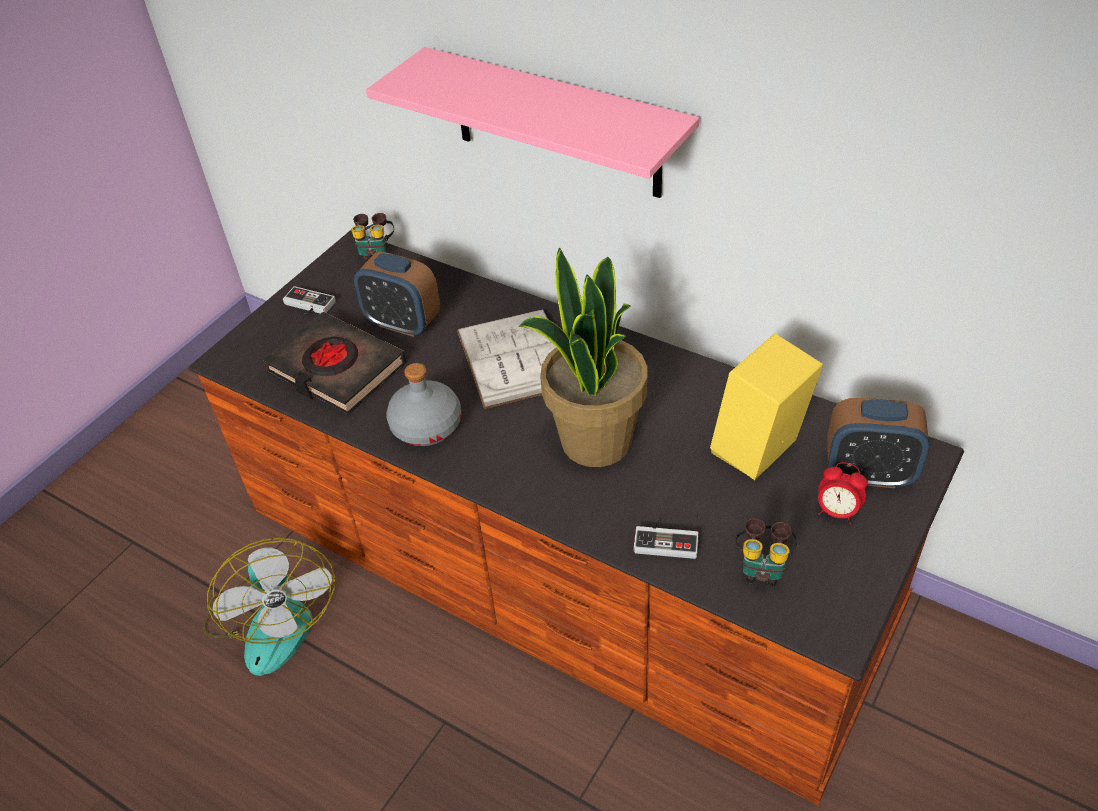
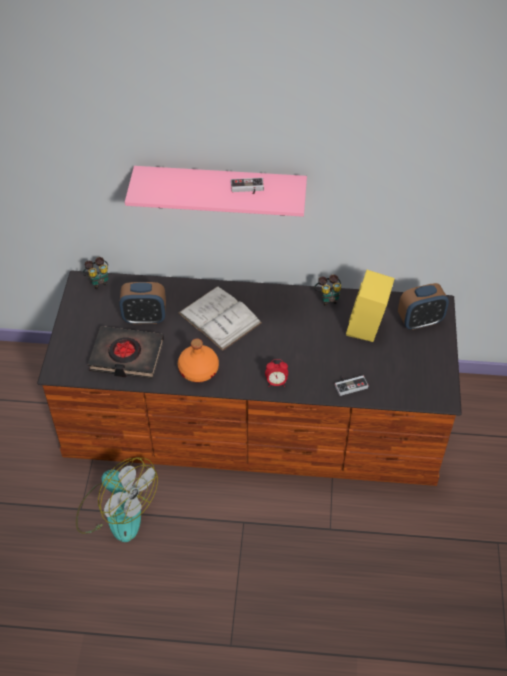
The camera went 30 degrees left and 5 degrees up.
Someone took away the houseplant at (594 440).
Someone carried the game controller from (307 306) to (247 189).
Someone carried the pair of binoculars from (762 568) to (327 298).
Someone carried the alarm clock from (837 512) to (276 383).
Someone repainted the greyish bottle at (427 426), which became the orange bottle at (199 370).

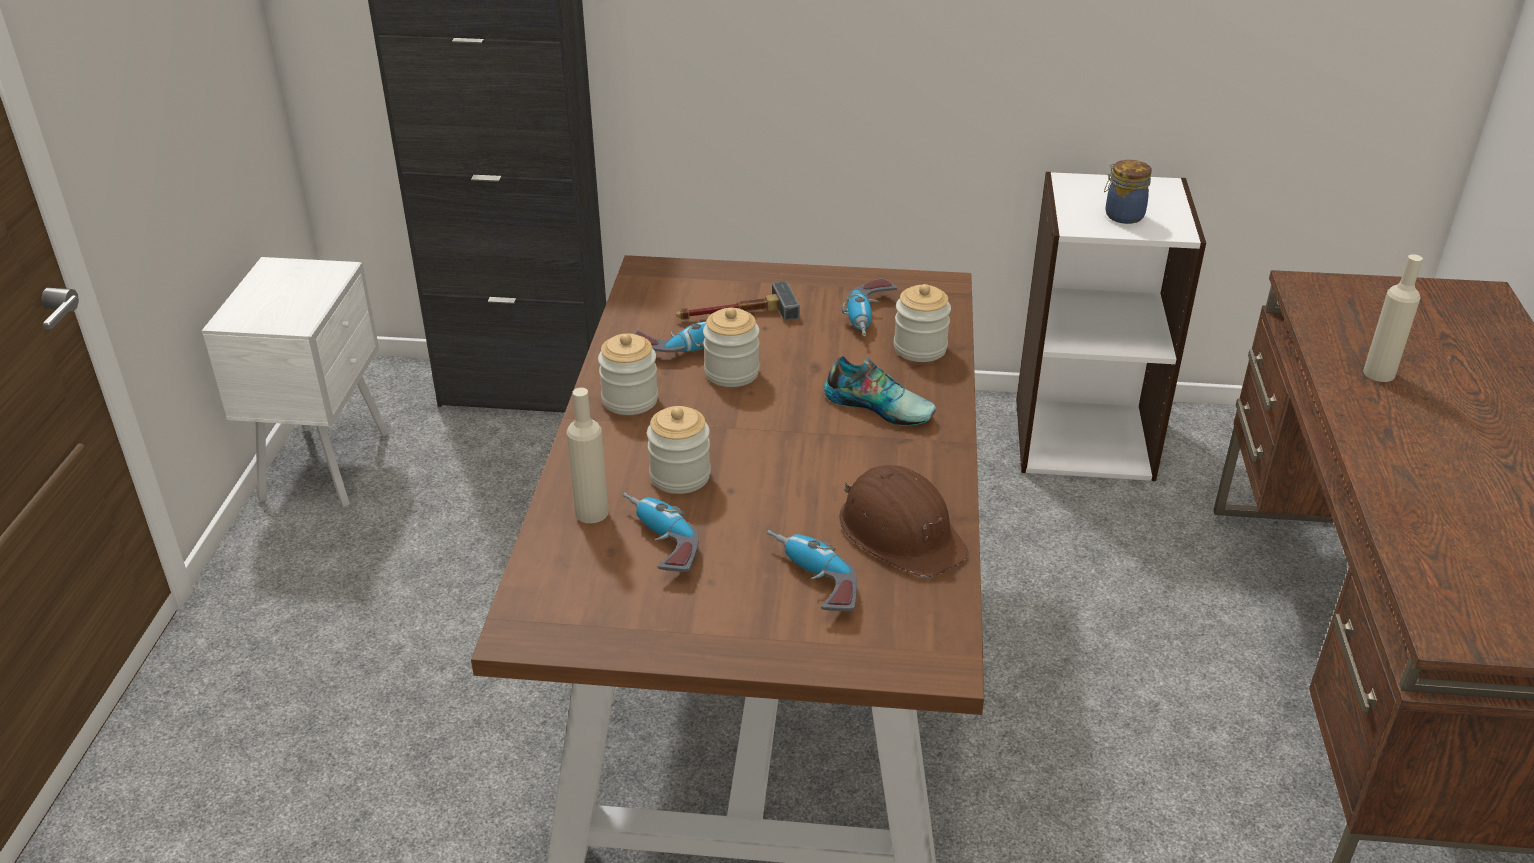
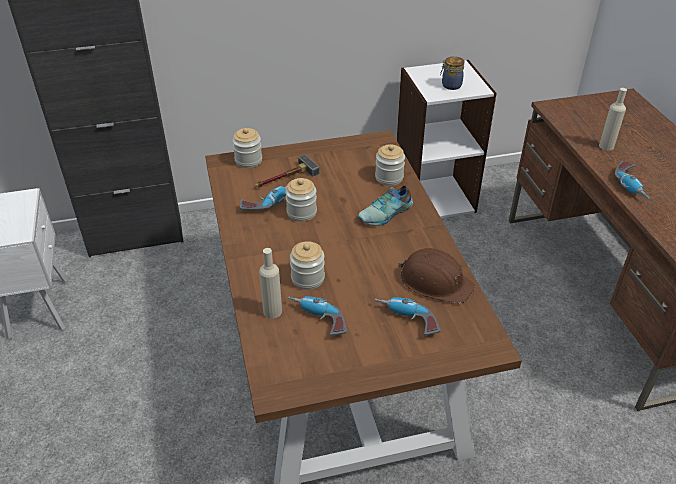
The camera went 20 degrees left and 5 degrees up.
Someone carried the jar from (630 400) to (248 160).
Someone carried the power drill from (870 318) to (631 186).
Someone rotated the low shoe at (879 405) by 135 degrees clockwise.

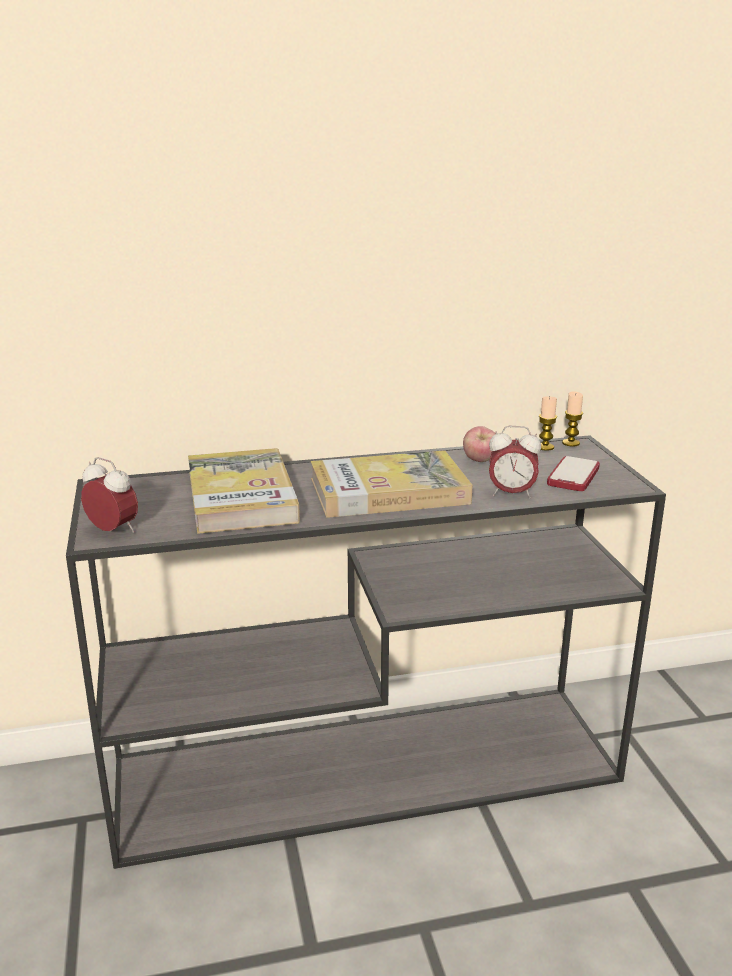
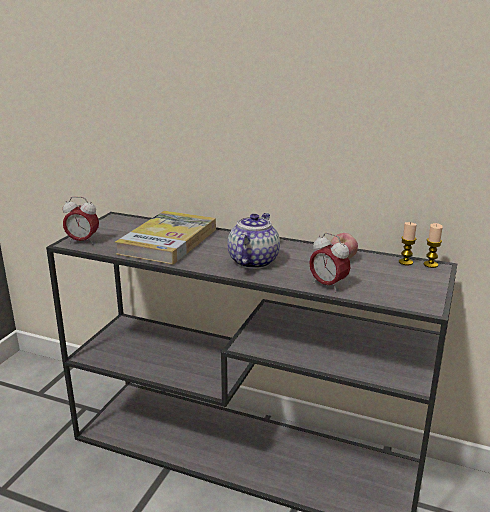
The camera went 35 degrees right and 0 degrees up.
Someone took away the phone at (573 476).
Someone swapped the volume at (389 491) for the tea pot at (253 261).
Someone rotated the alarm clock at (113 531) by 120 degrees clockwise.

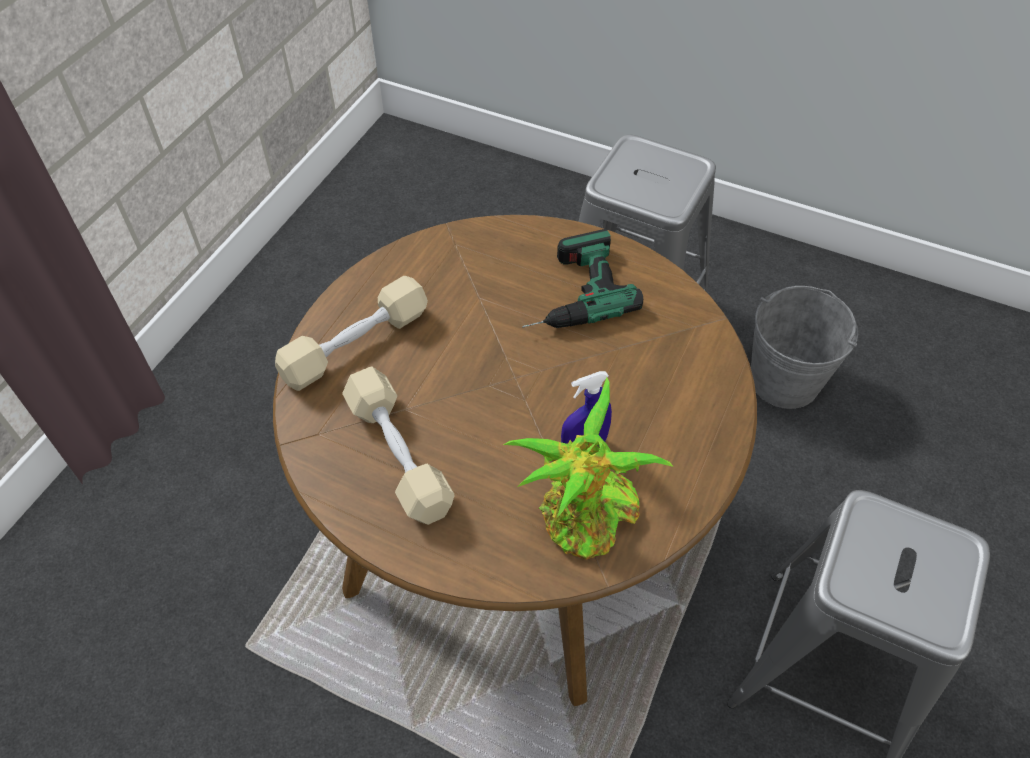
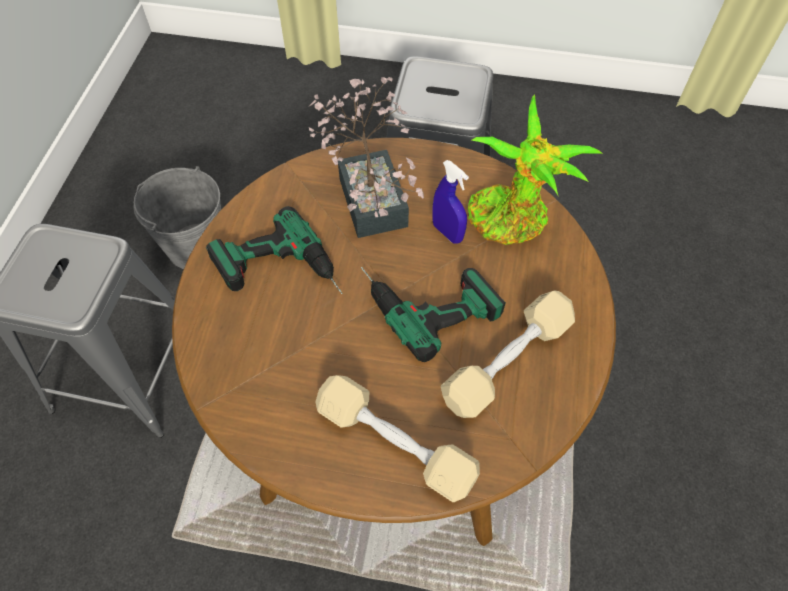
The camera went 105 degrees left and 5 degrees up.
Someone put down the houseplant at (371 194).
Someone put down the power drill at (426 298).

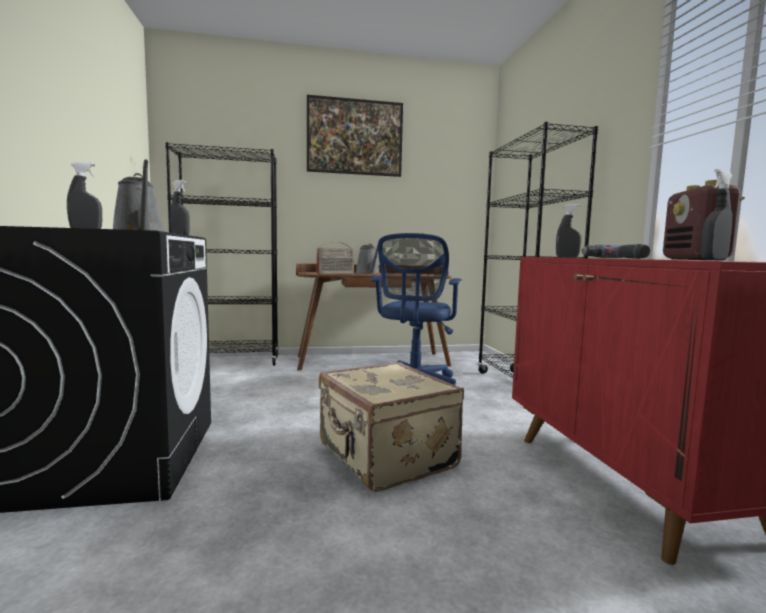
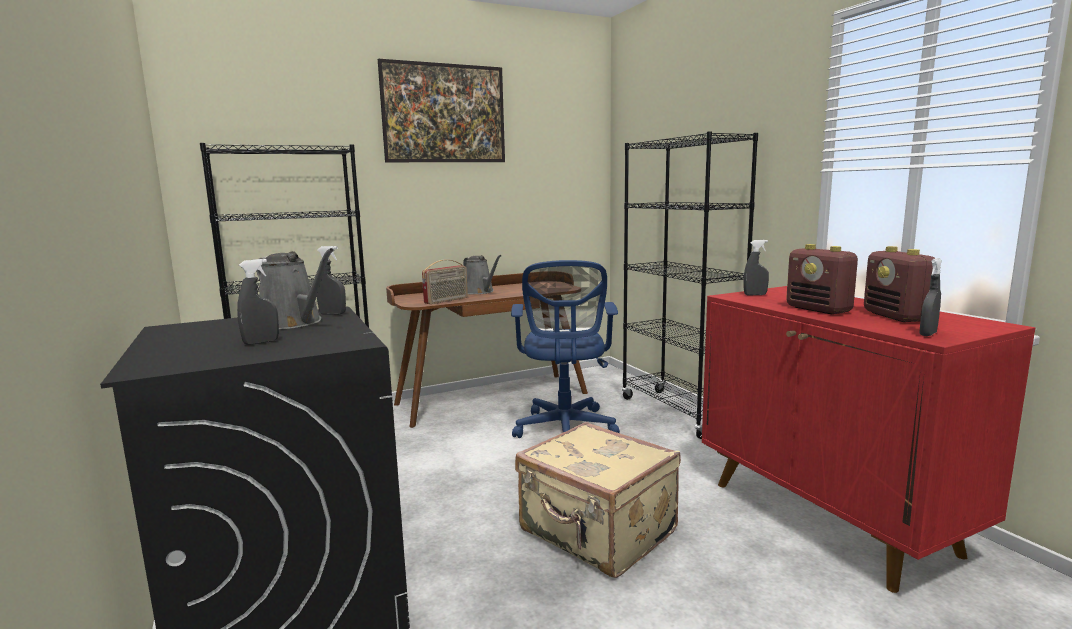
The camera went 15 degrees left and 5 degrees up.
Someone swapped the power drill at (615 258) for the radio receiver at (819 310).

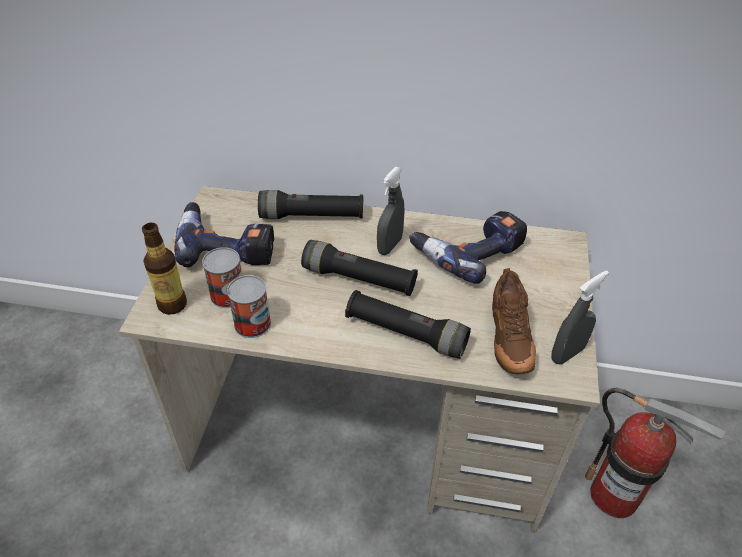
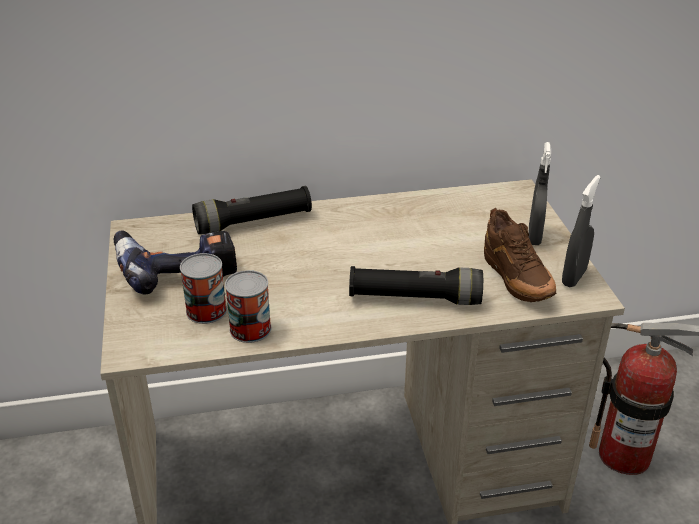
The camera went 20 degrees left and 10 degrees down.
Someone took away the bottle at (172 304).
Someone took away the black-coloured hand torch at (359 279).
Someone took away the power drill at (468 252).
Someone carried the greyish spray bottle from (389 246) to (534 236).

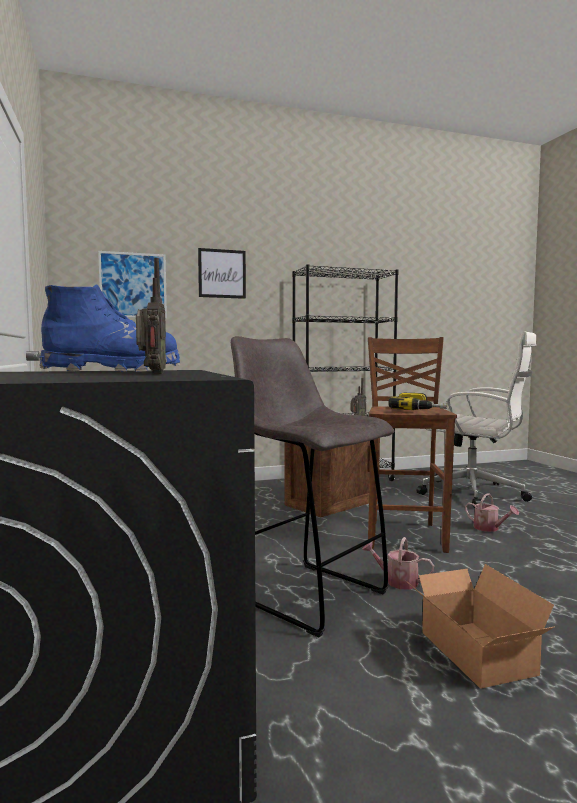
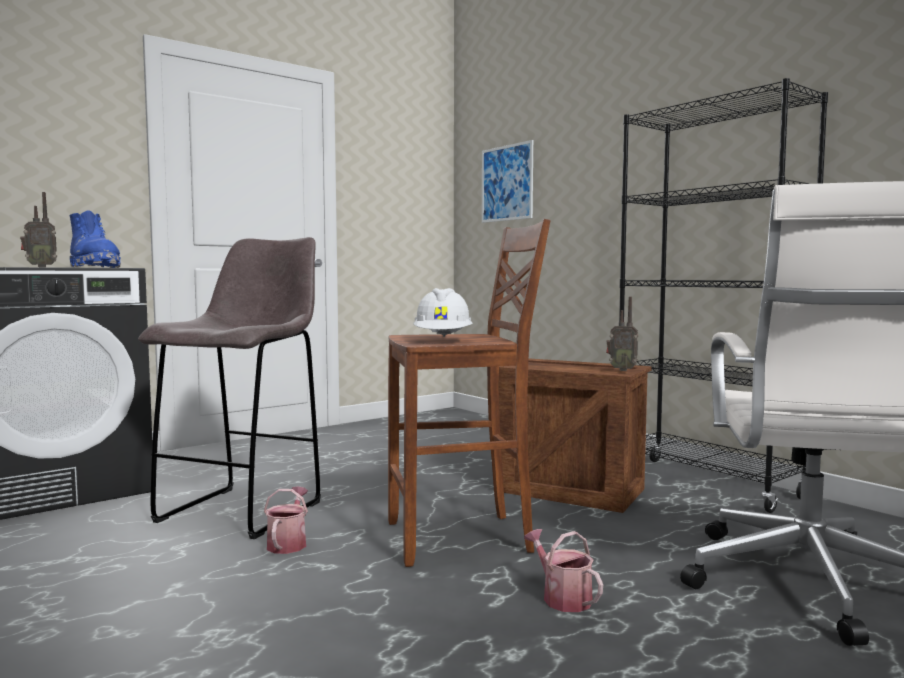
The camera went 70 degrees right and 0 degrees up.
Someone took away the picture at (222 273).
Someone took away the packing box at (474 655).
Someone swapped the power drill at (420 410) for the whitish safety helmet at (443 340).
Someone rotated the sprinkling can at (489 528) by 120 degrees clockwise.

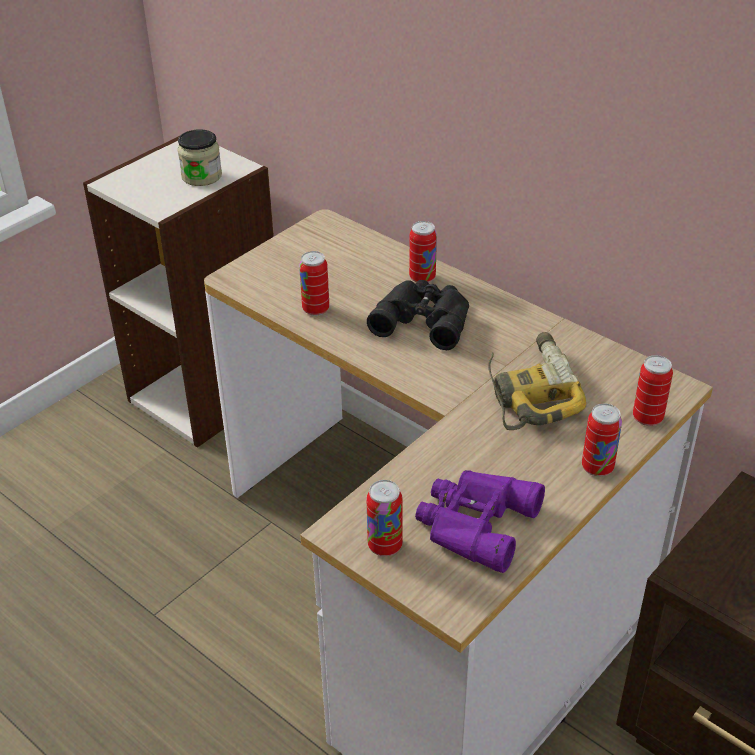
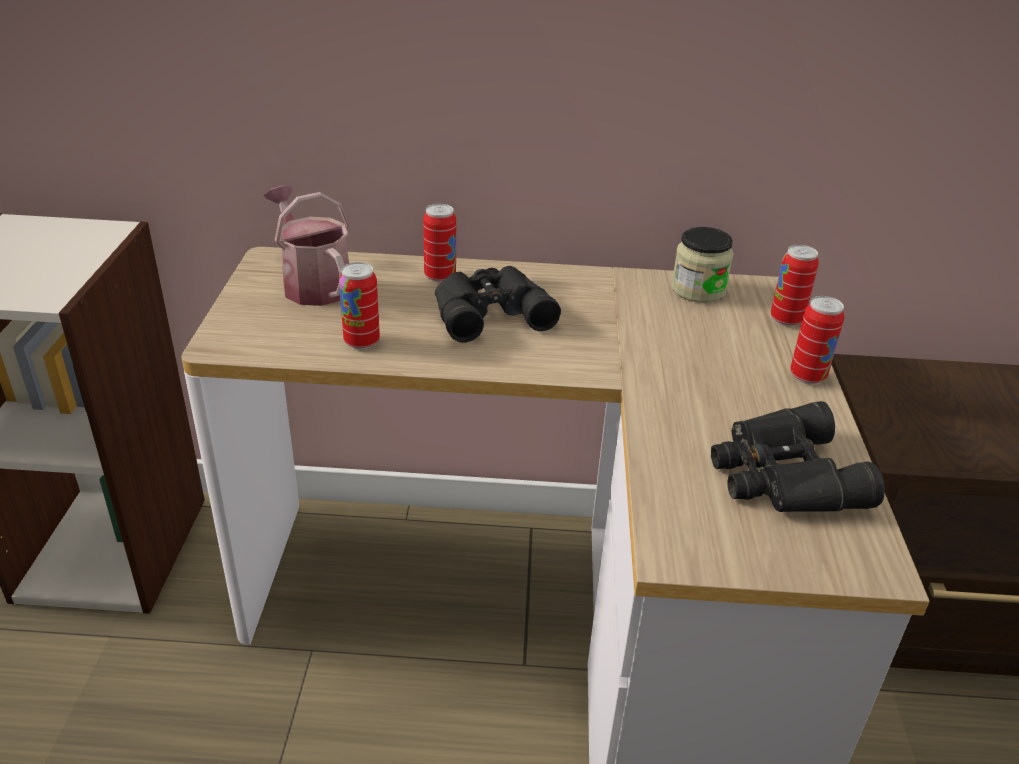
The camera went 40 degrees left and 5 degrees down.
Someone took away the metal can at (385 546).
Someone took away the power drill at (529 391).
Someone put down the sprinkling can at (313 283).
Someone carried the jar from (201 176) to (698 290).
Someone repainted the purple pair of binoculars at (473 523), which became the black-coloured pair of binoculars at (782 476).

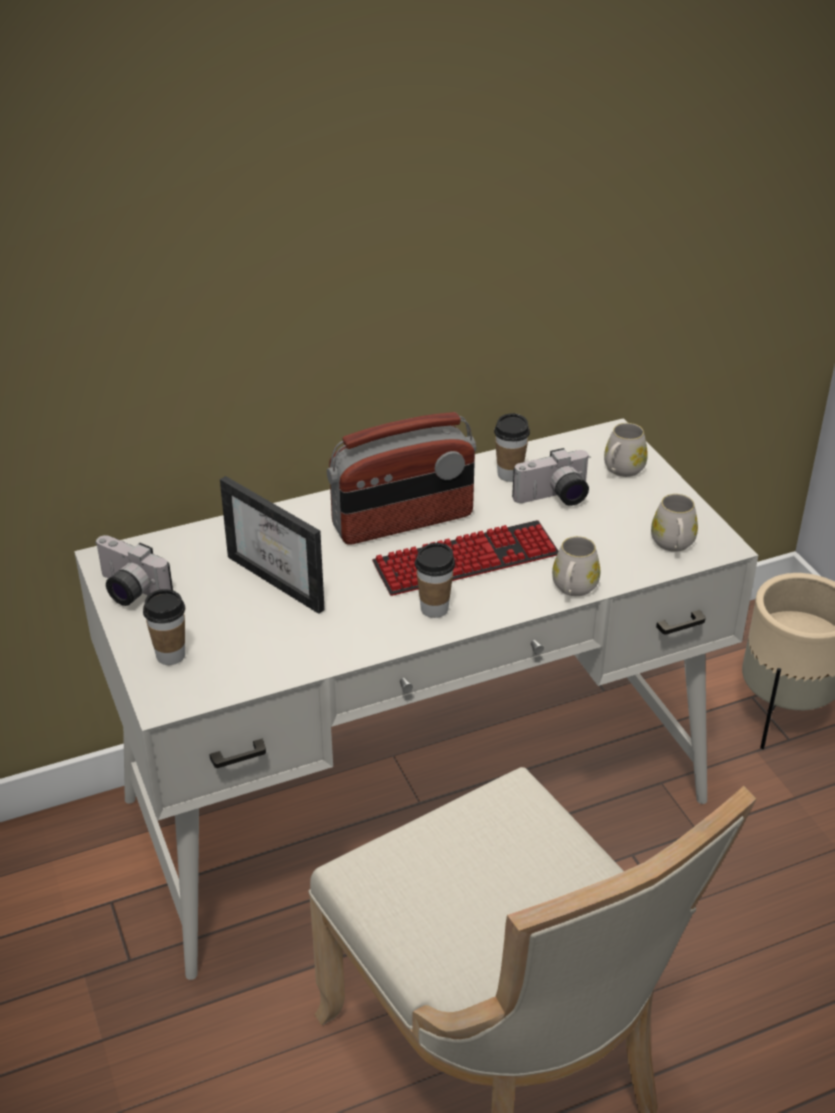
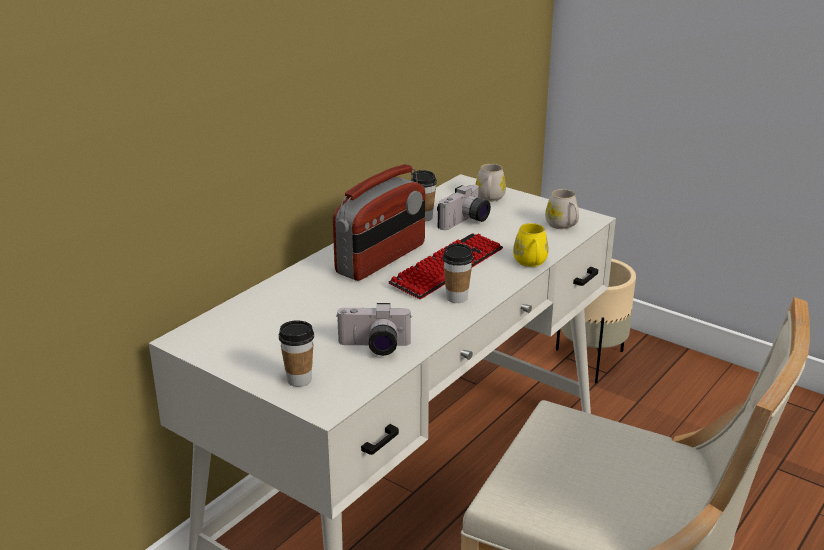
The camera went 30 degrees left and 10 degrees down.
Someone took away the photo frame at (286 578).
Someone carried the still camera from (128 591) to (374 347).
Someone repainted the whitish mug at (573 589), which became the yellow-coloured mug at (531 263).

